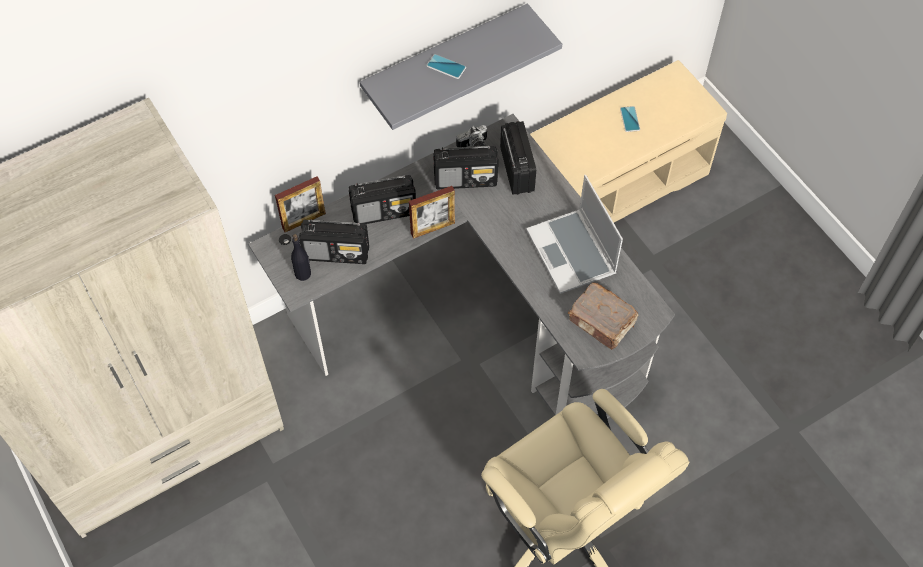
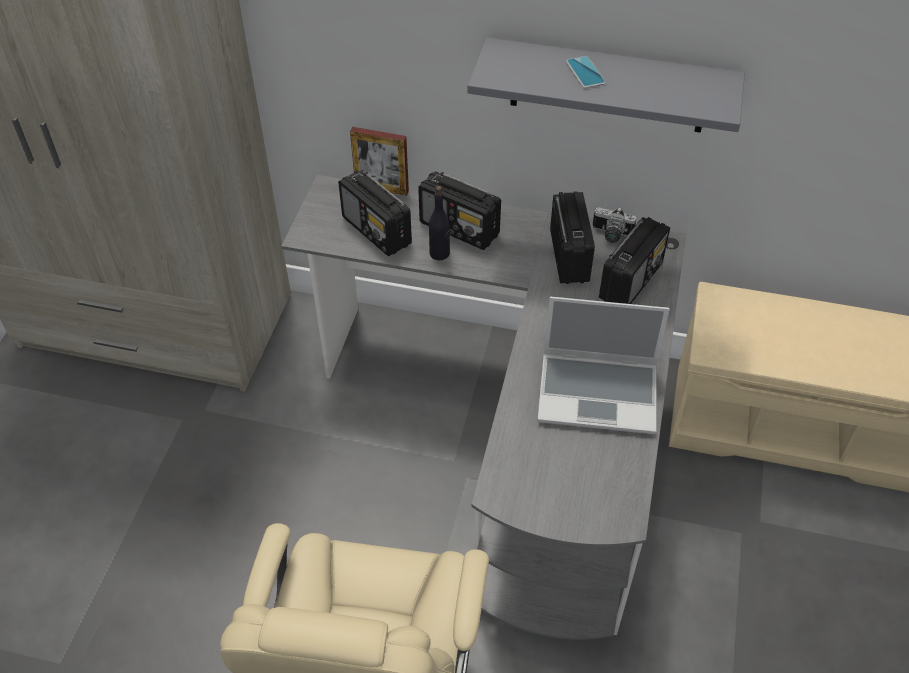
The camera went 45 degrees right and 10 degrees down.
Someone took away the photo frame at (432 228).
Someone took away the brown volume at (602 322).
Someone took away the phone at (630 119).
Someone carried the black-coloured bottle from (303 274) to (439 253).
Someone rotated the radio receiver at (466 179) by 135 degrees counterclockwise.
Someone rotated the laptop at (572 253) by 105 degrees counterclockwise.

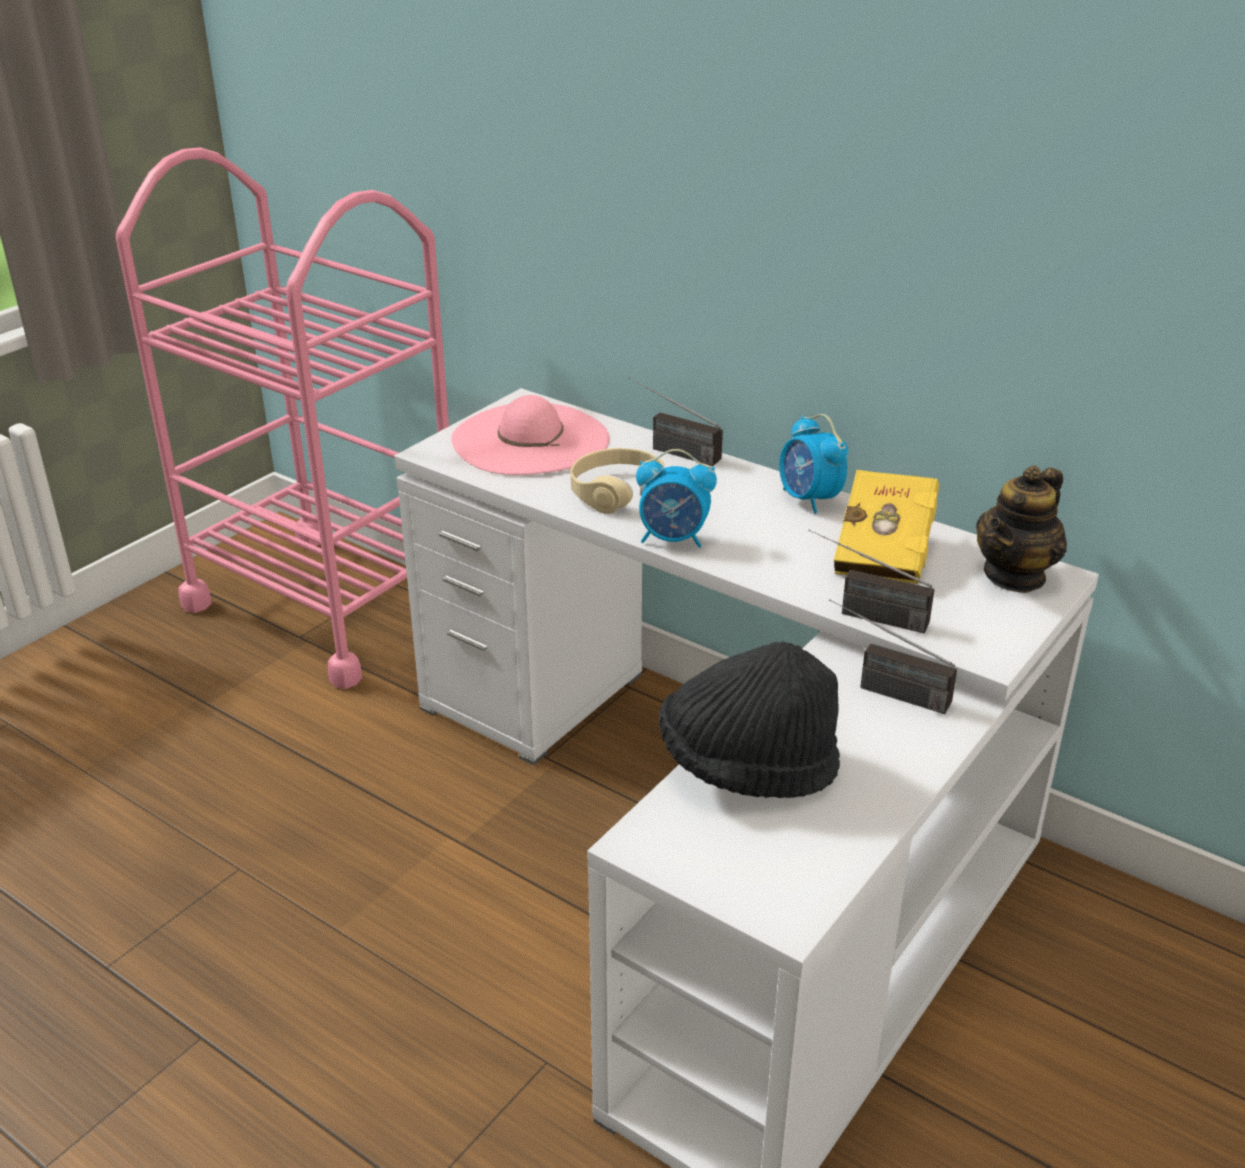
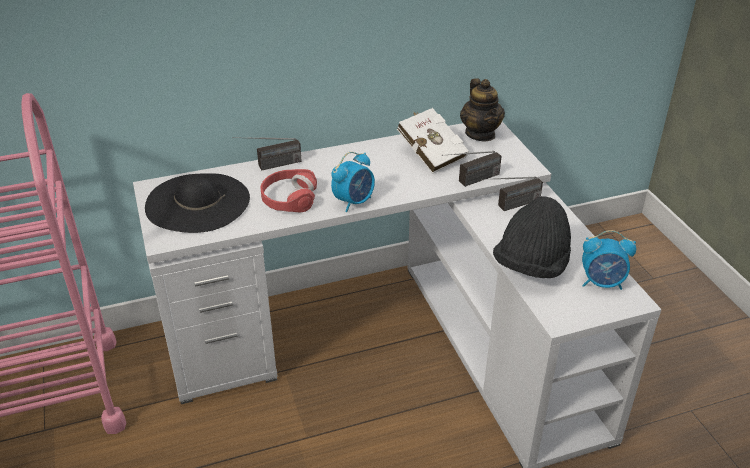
The camera went 55 degrees left and 5 degrees up.
Someone carried the alarm clock from (809 499) to (602 283).
Someone repainted the pinkish clothing hat at (530 439), which became the black-coloured clothing hat at (197 202).
Someone repainted the beige-coloured pair of headphones at (617 491), which became the red-coloured pair of headphones at (289 198).
Someone repainted the yellow-coloured volume at (886 552), which became the whitish volume at (430 153).

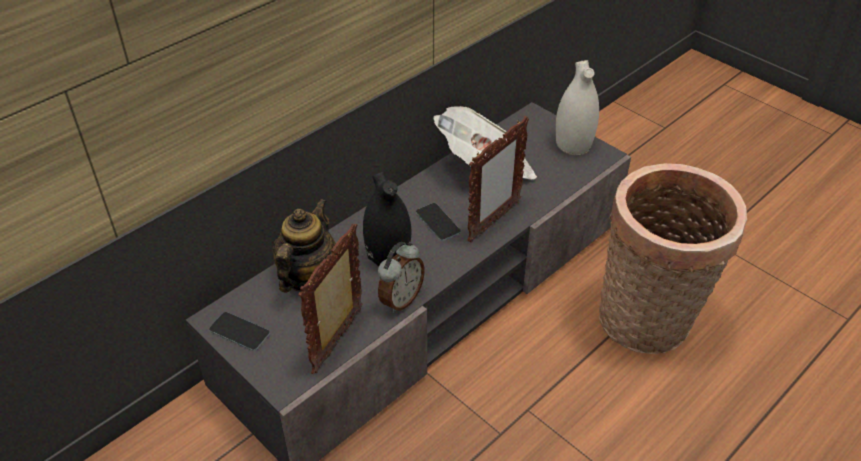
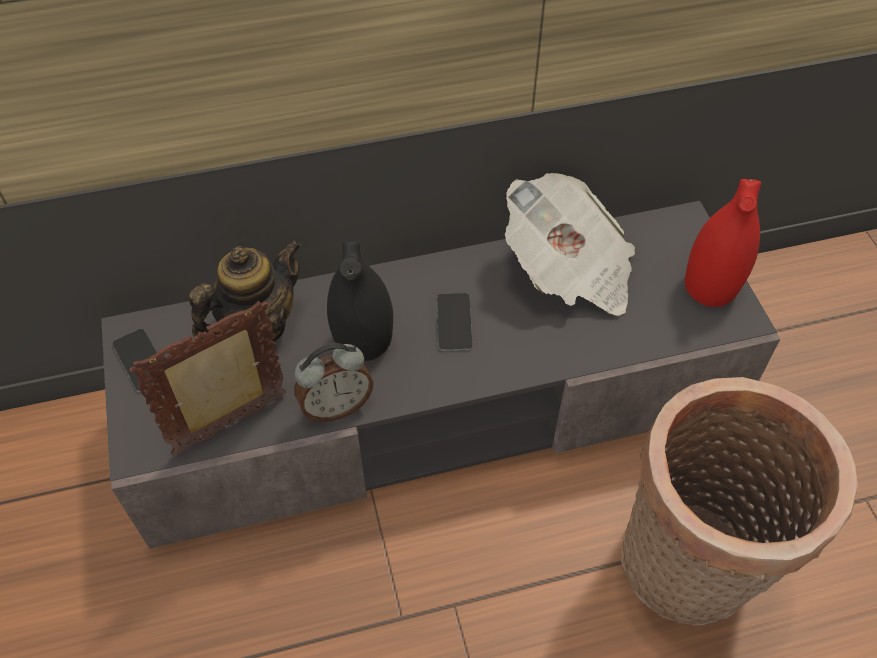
The camera went 30 degrees right and 10 degrees up.
Someone took away the photo frame at (493 221).
Someone repainted the whitish vase at (573 144), which became the red-coloured vase at (711 286).

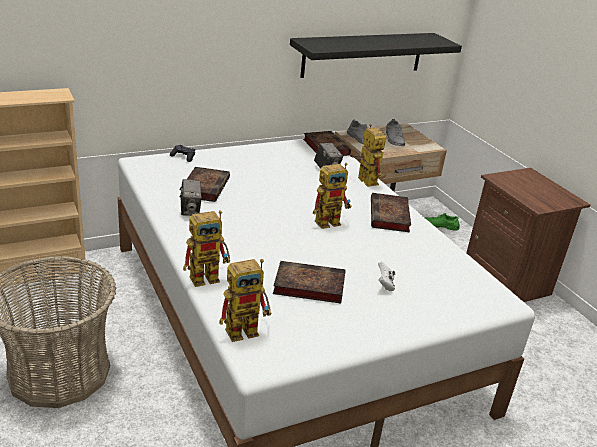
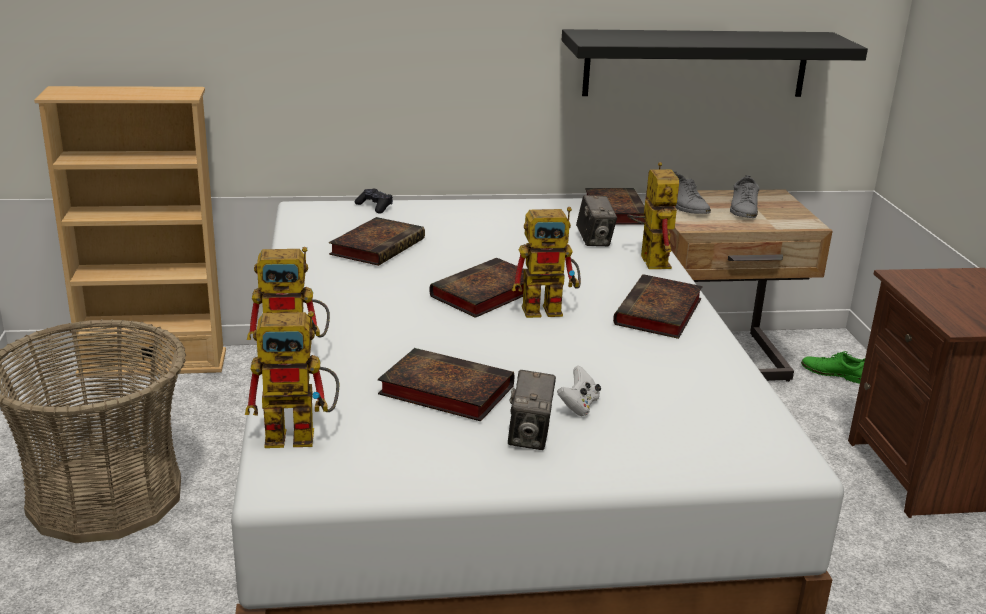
The camera went 20 degrees right and 5 degrees down.
Someone put down the volume at (484 294).
Someone carried the still camera from (190 210) to (530 436).

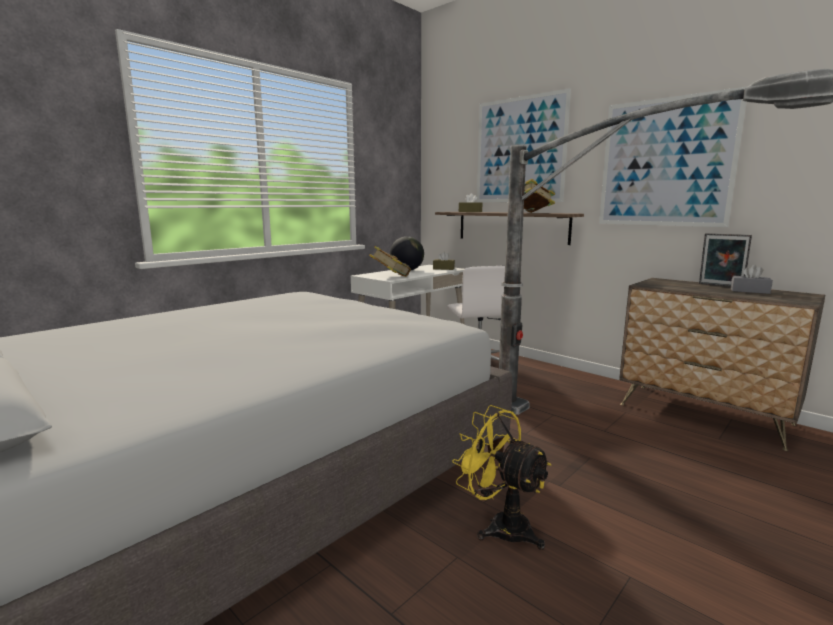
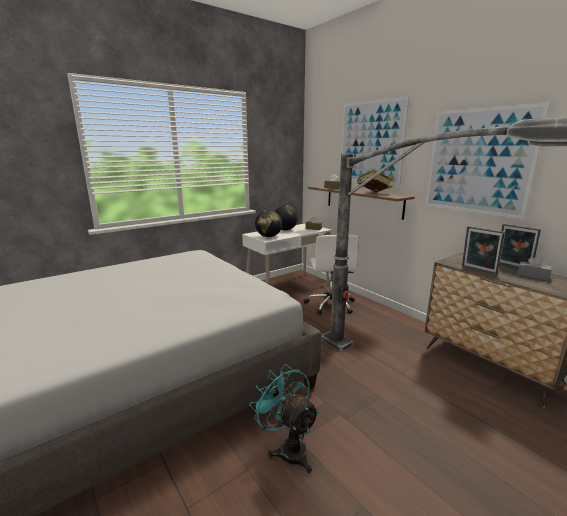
The camera went 10 degrees right and 5 degrees up.
Someone put down the photo frame at (478 270).
Someone swapped the volume at (390 277) for the world globe at (268 236).
Someone repainted the yellow-coloured electric fan at (500 526), which became the blue-green electric fan at (288 448).

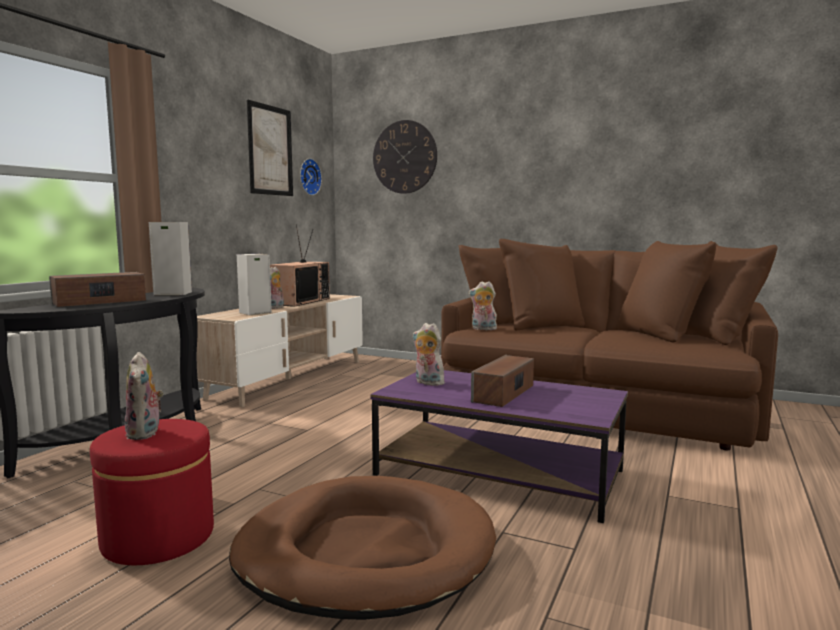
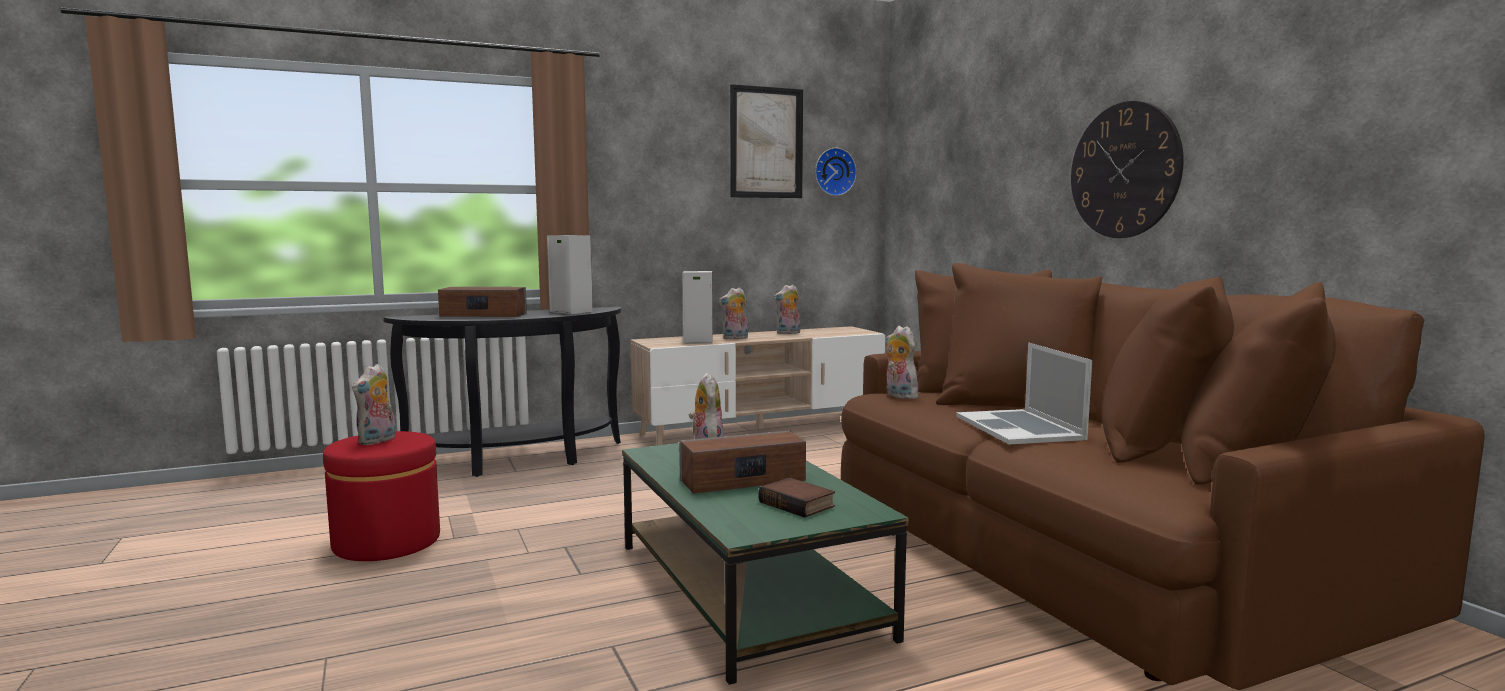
The camera went 40 degrees right and 0 degrees up.
Someone took away the brown dog cushion at (365 552).
Someone put down the volume at (798 504).
Someone put down the laptop at (1019 427).
Someone carried the hanging clock from (404 157) to (1124 170).
Someone swapped the television at (299 301) for the cuddly toy at (788 333).
Someone repainted the purple lounge table at (500 472), which became the green-coloured lounge table at (748 590).

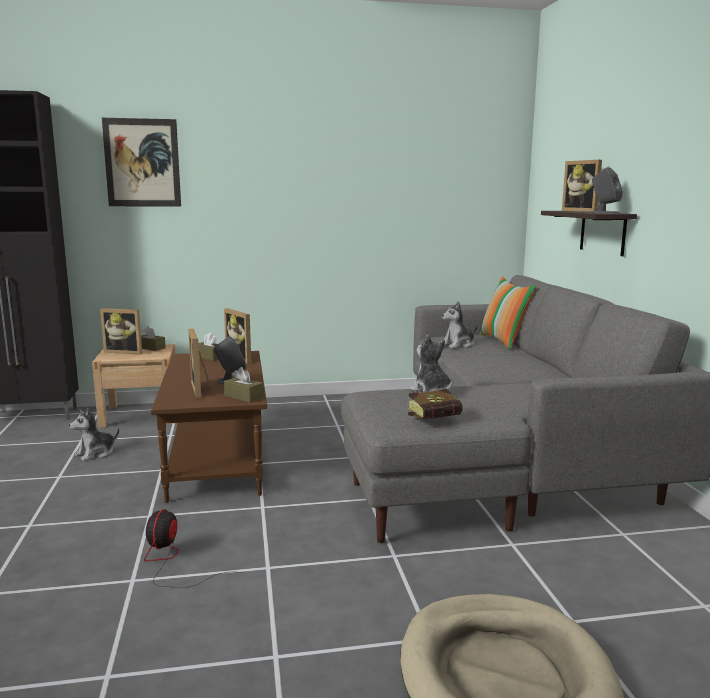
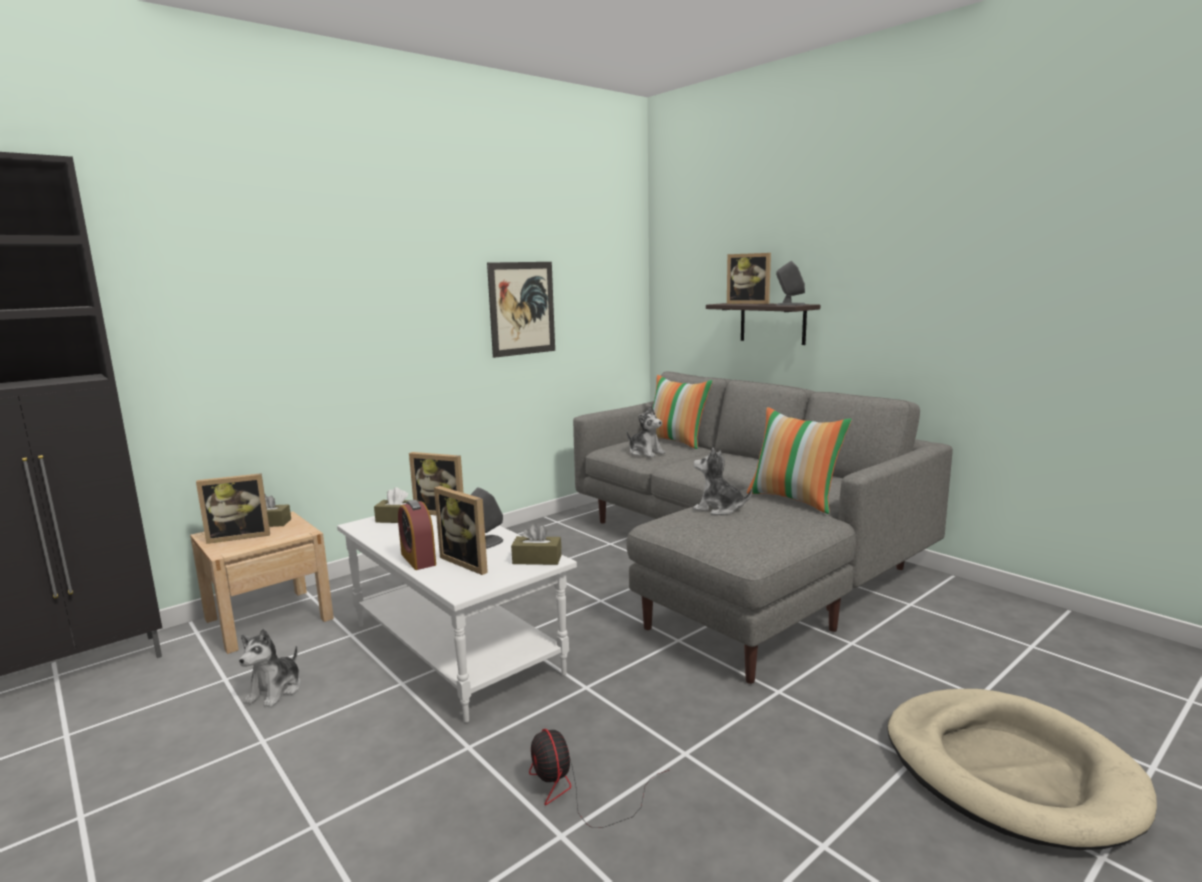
The camera went 30 degrees left and 0 degrees up.
Someone took away the volume at (439 420).
Someone put down the alarm clock at (418 559).
Someone put down the pillow at (794 500).
Someone carried the picture from (142 163) to (522 308).
Someone repainted the brown lounge table at (218 459), which became the whitish lounge table at (457 648).
Someone rotated the cuddly toy at (458 345) by 75 degrees counterclockwise.

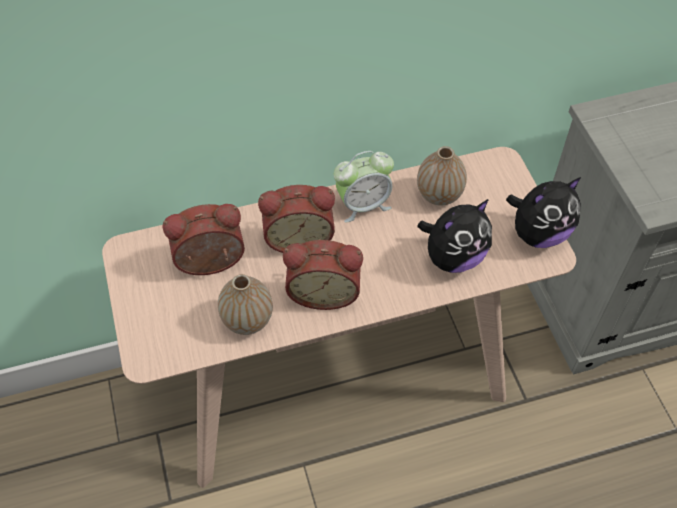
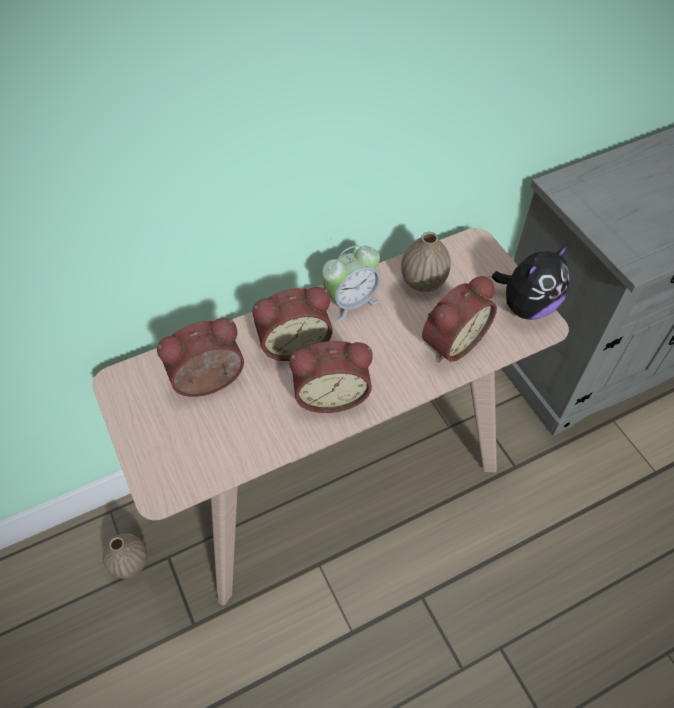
The camera went 10 degrees left and 0 degrees up.
Someone carried the vase from (247 320) to (130 563).
Someone swapped the cuddly toy at (453 257) for the alarm clock at (451 341).

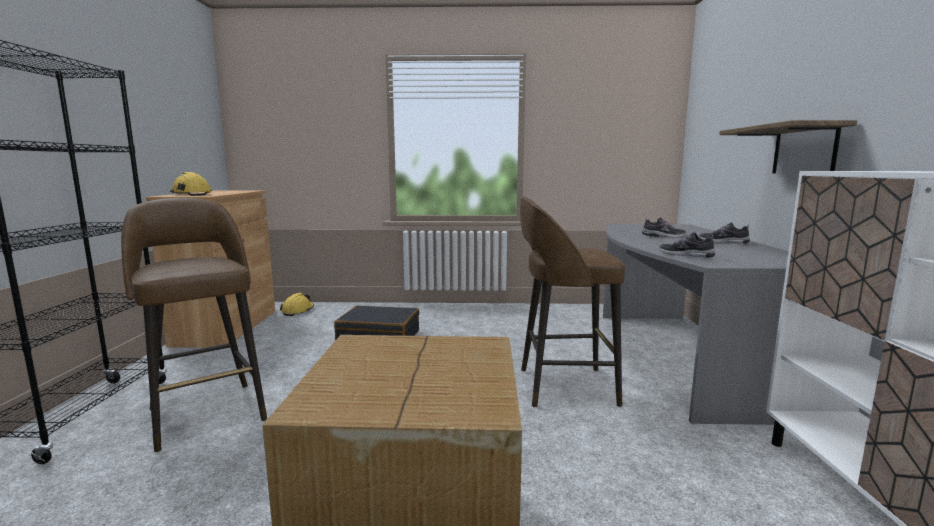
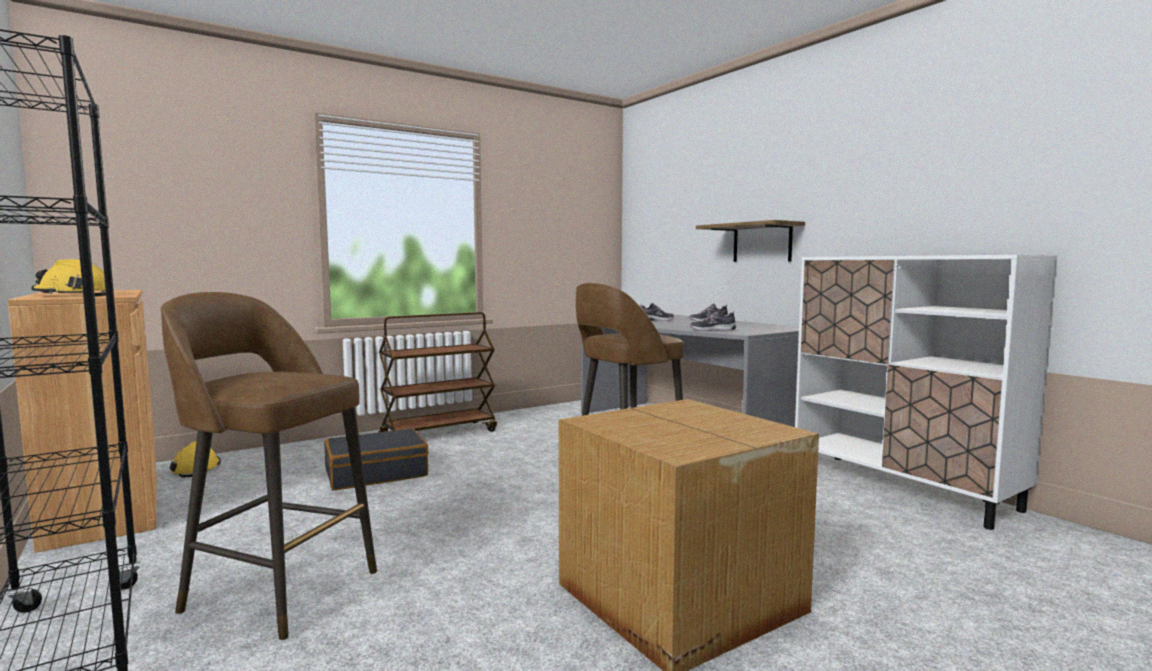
The camera went 35 degrees left and 5 degrees down.
Someone put down the brown trolley at (439 433).

